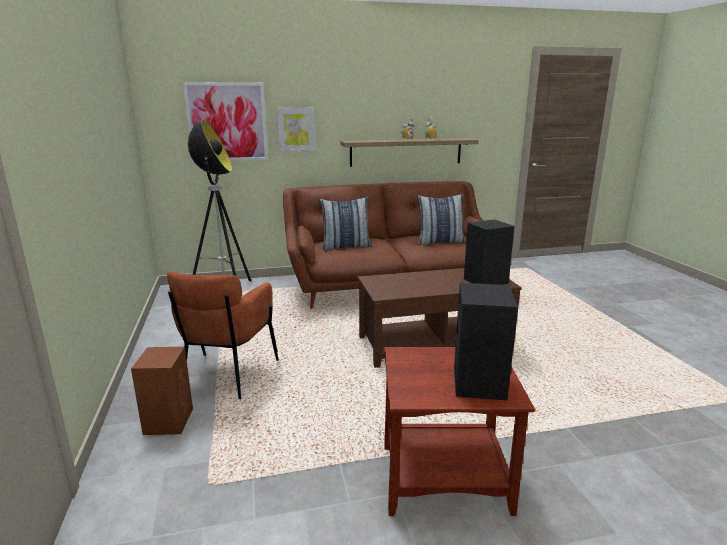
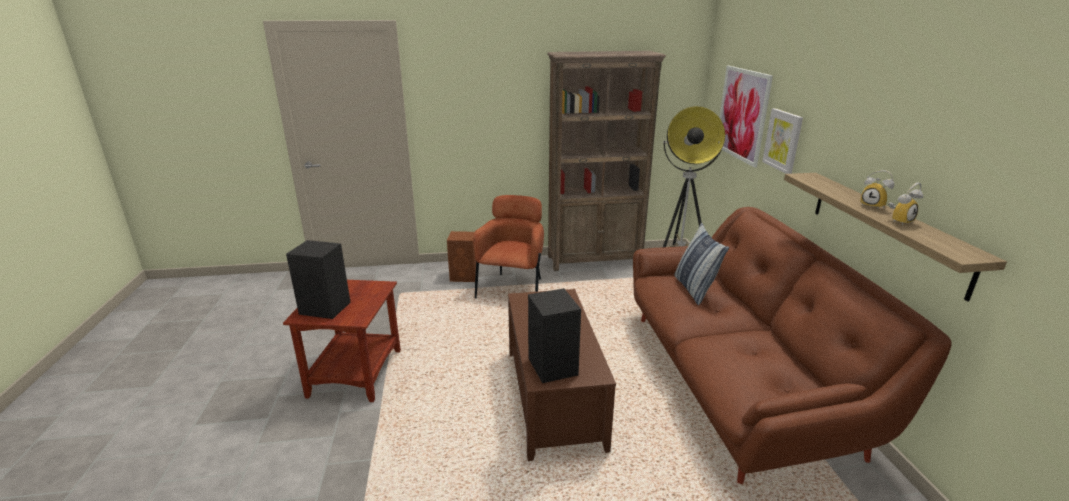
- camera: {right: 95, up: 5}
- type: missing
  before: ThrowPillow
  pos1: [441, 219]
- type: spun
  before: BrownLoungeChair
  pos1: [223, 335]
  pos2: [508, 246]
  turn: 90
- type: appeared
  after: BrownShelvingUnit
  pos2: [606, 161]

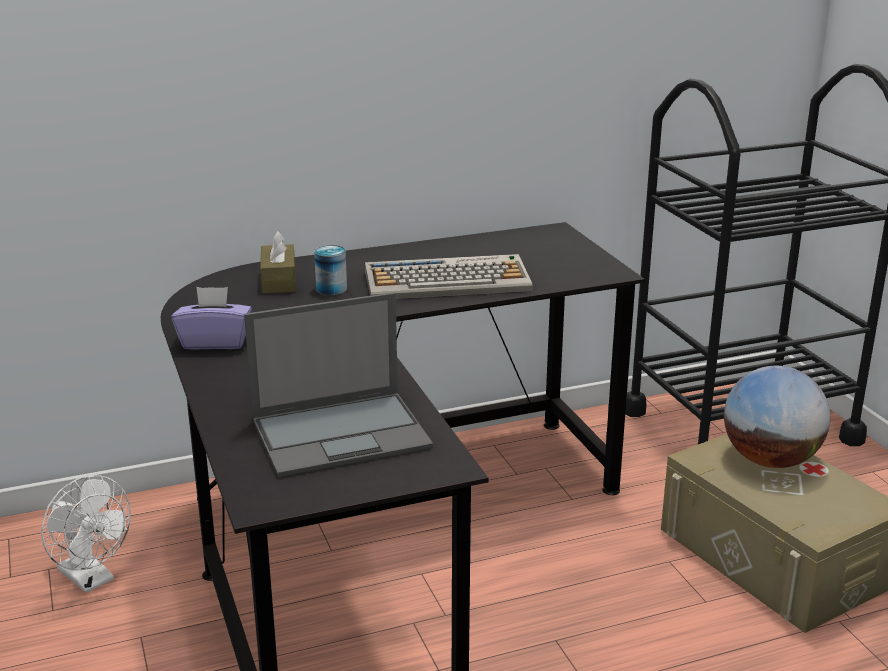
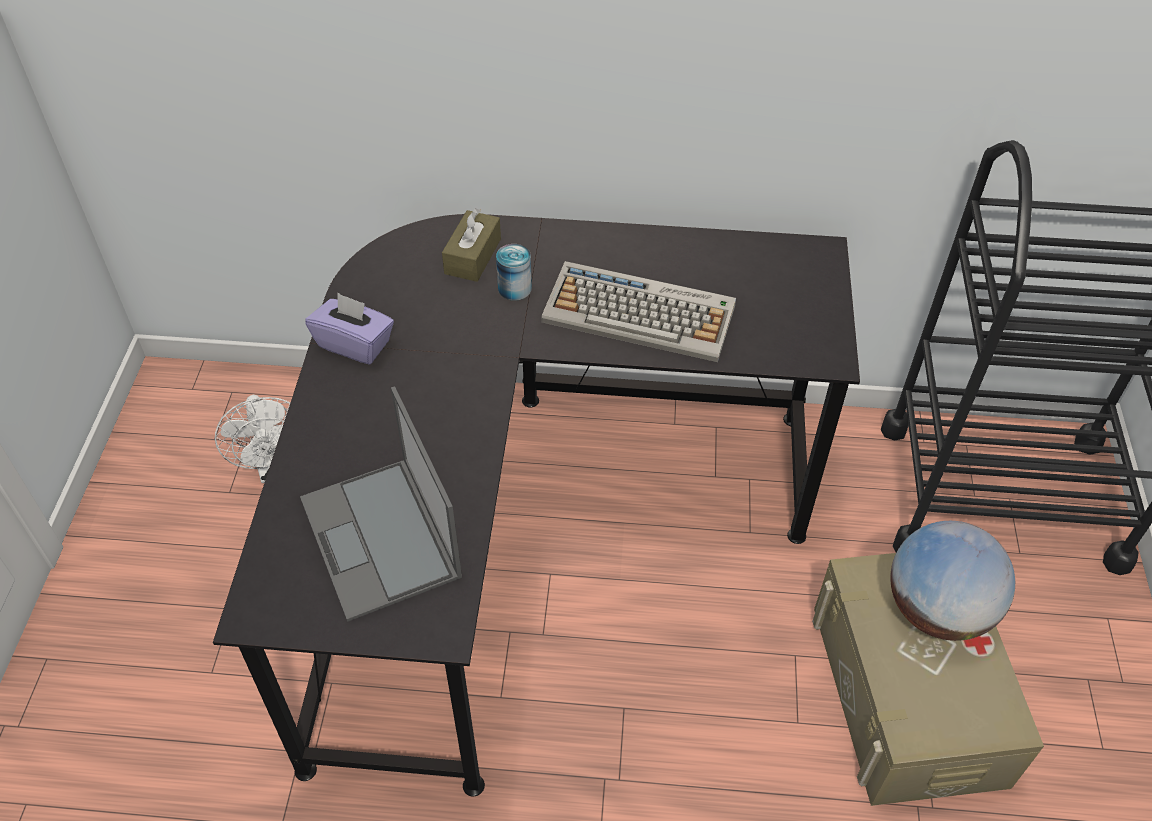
- camera: {right: 25, up: 25}
- type: spun
  before: NotebookComputer
  pos1: [338, 384]
  pos2: [381, 504]
  turn: 60

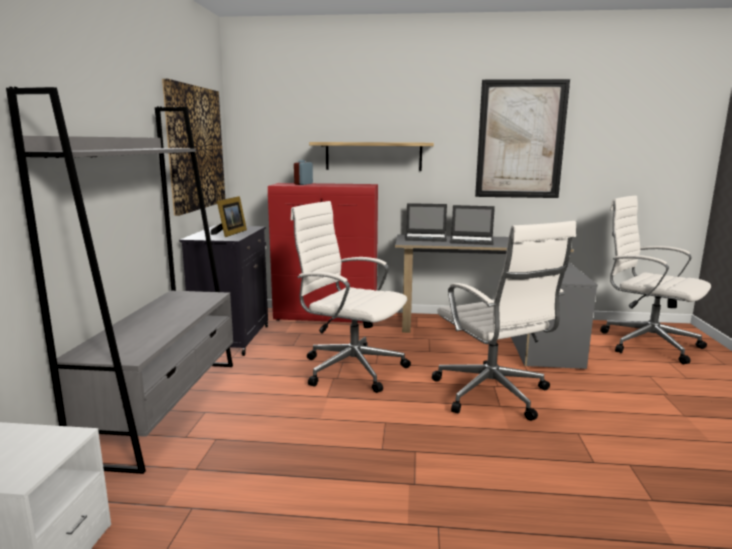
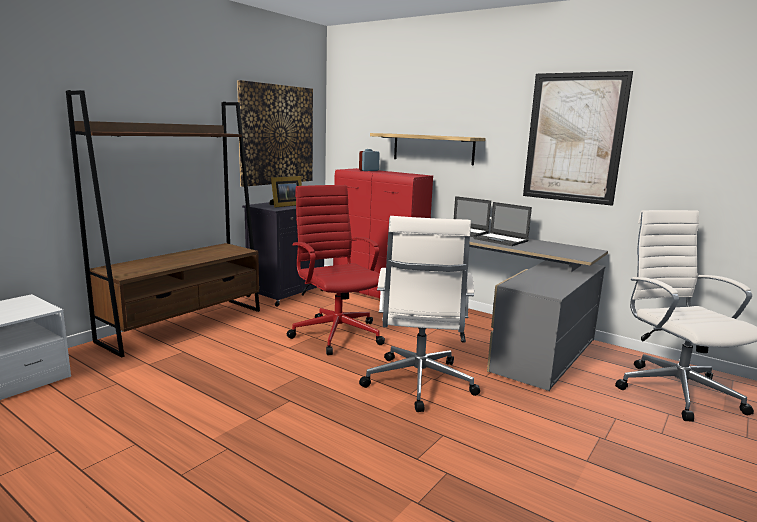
- camera: {right: 30, up: 0}
- type: colour
  before: GrayShelvingUnit
  after: BrownShelvingUnit
  pos1: [119, 280]
  pos2: [163, 224]
- type: colour
  before: WhiteDeskChair
  after: RedColouredDeskChair
  pos1: [350, 297]
  pos2: [336, 270]

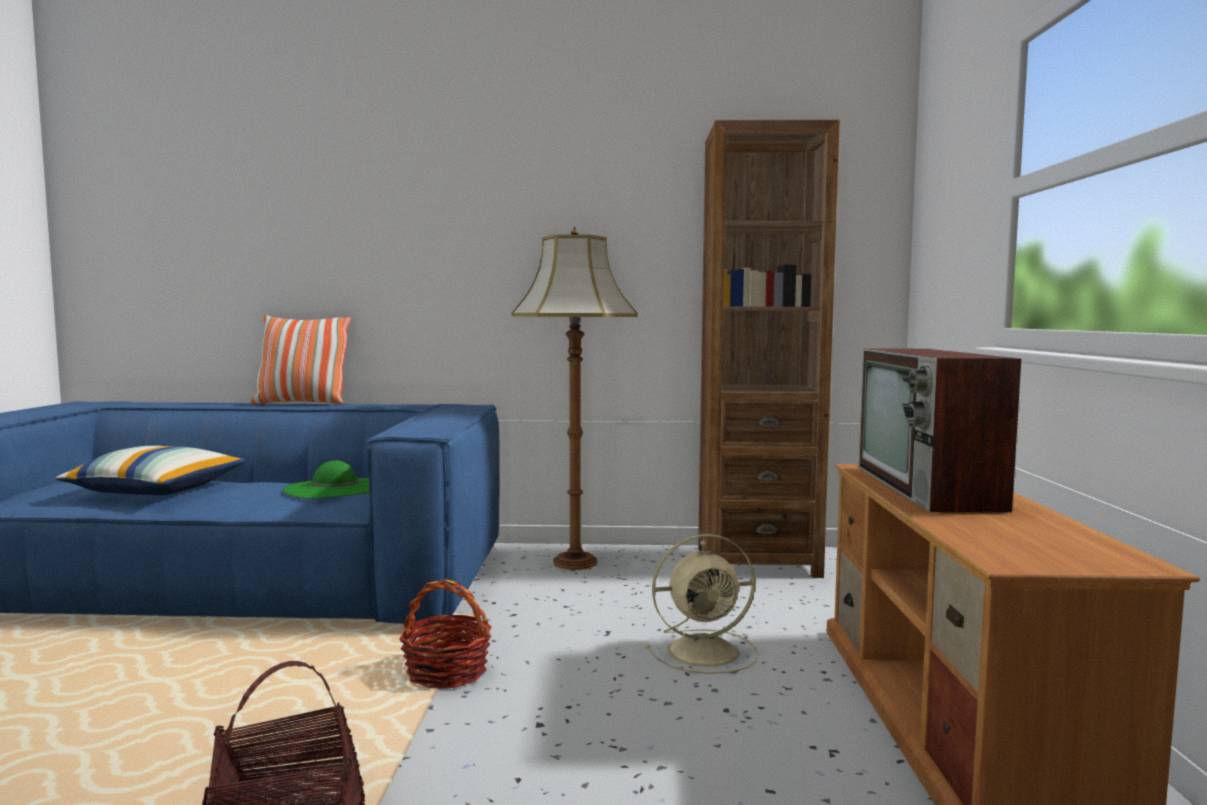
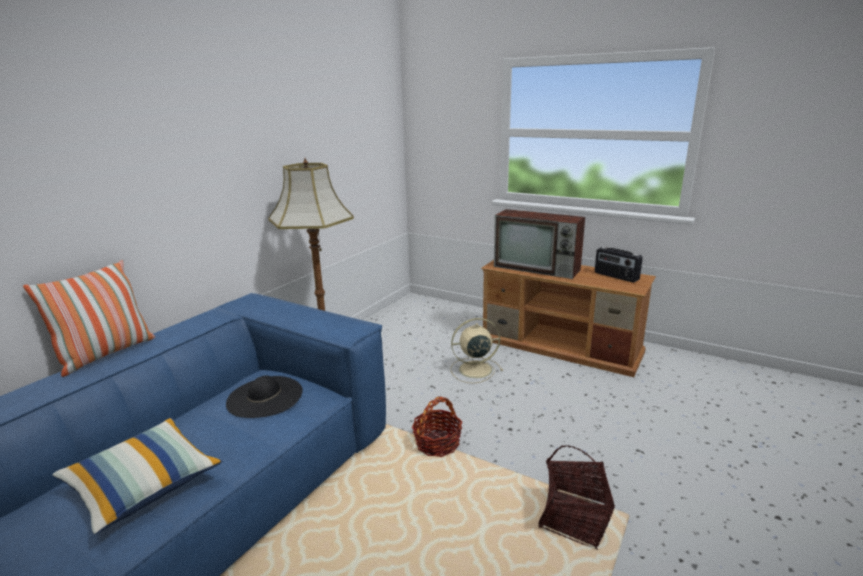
- camera: {right: -60, up: 15}
- type: missing
  before: BrownShelvingUnit
  pos1: [769, 348]
- type: colour
  before: GreenishWearableHat
  after: BlackColouredWearableHat
  pos1: [325, 479]
  pos2: [264, 397]
- type: spun
  before: SandColouredFan
  pos1: [701, 604]
  pos2: [476, 351]
  turn: -120
- type: appeared
  after: RadioReceiver
  pos2: [619, 265]

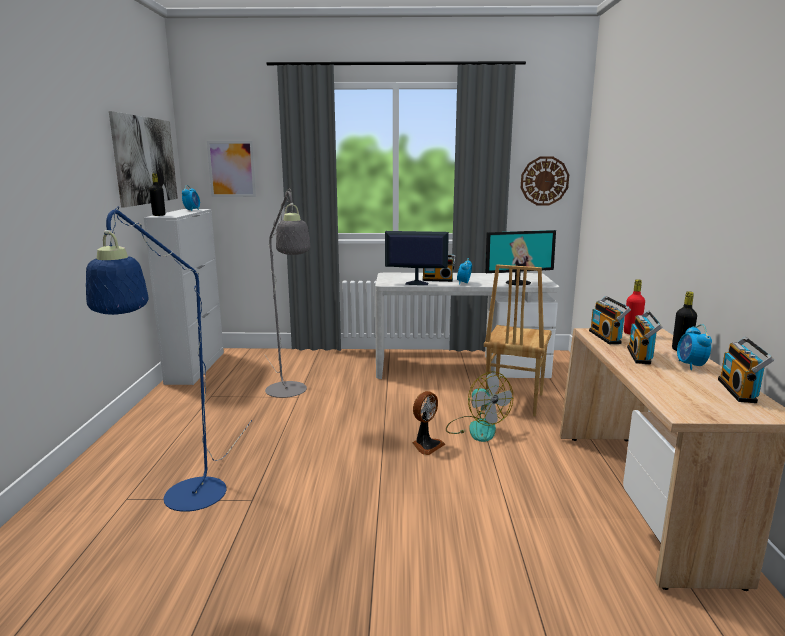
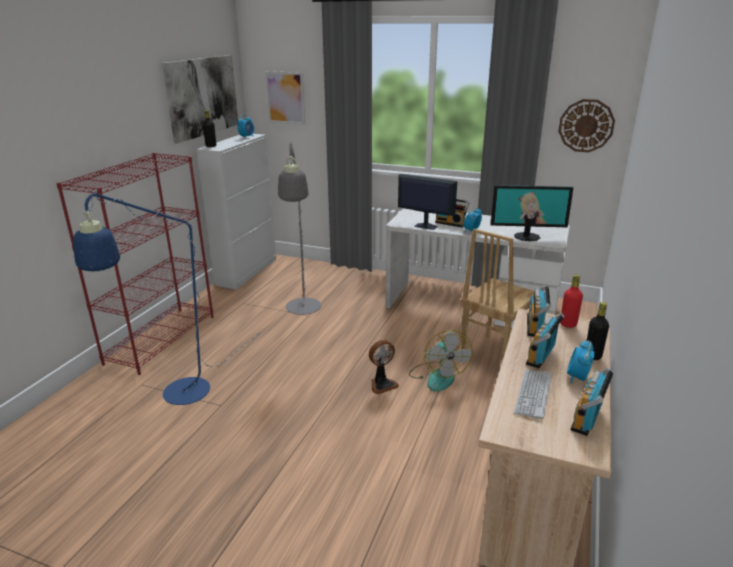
- camera: {right: 20, up: 10}
- type: appeared
  after: RedColouredShelvingUnit
  pos2: [135, 264]
- type: appeared
  after: ComputerKeyboard
  pos2: [533, 394]

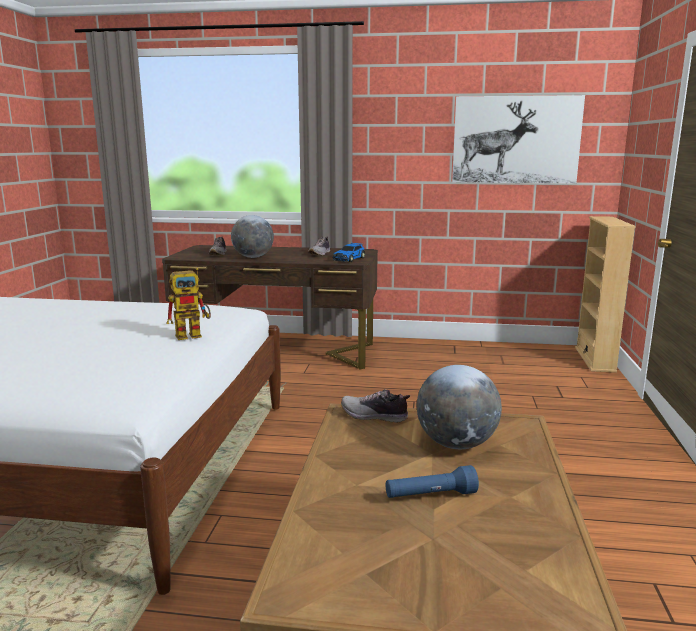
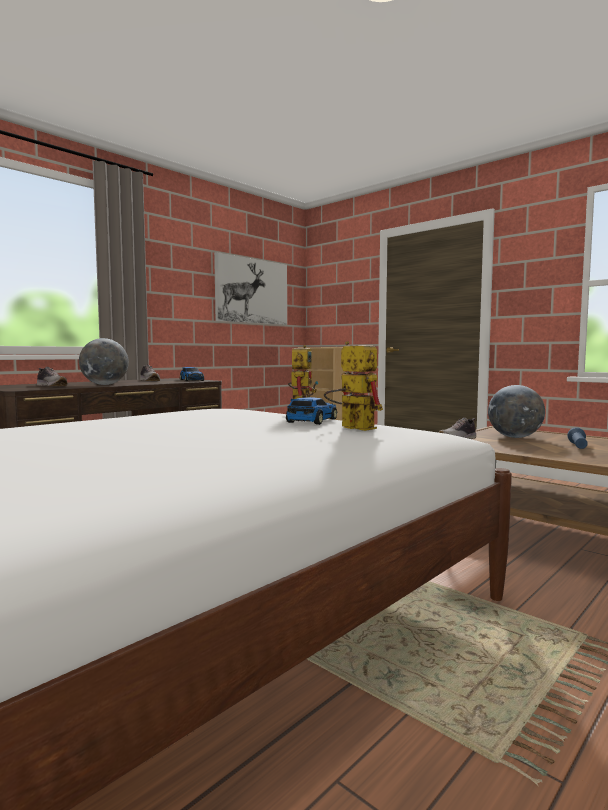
- camera: {right: -55, up: -10}
- type: appeared
  after: ToyRobot
  pos2: [353, 386]
- type: appeared
  after: MiniatureCar
  pos2: [312, 411]

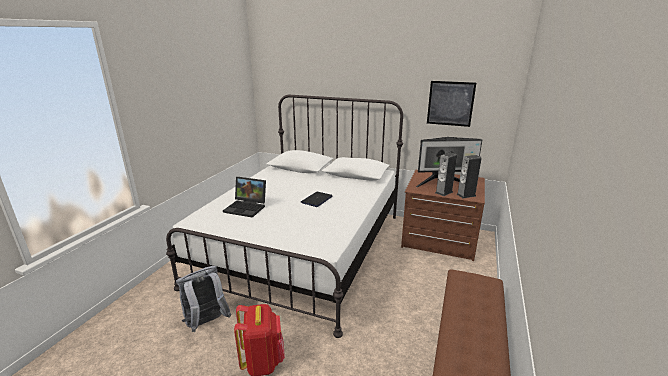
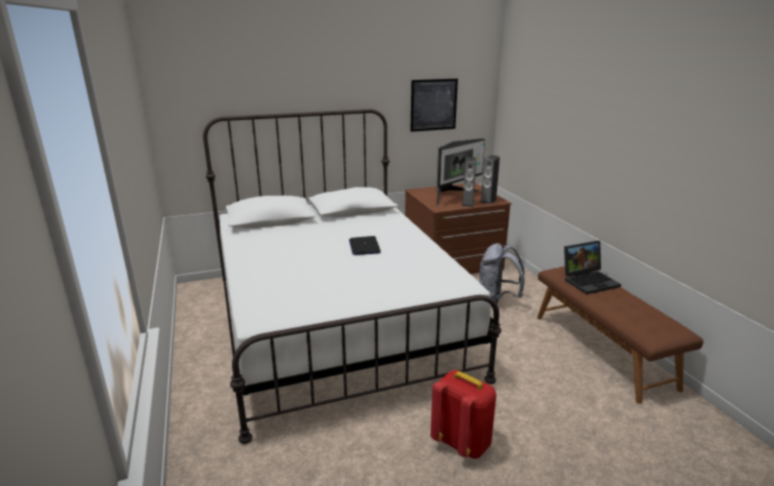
- camera: {right: -40, up: 0}
- type: relocated
  before: NotebookComputer
  pos1: [244, 197]
  pos2: [592, 267]
- type: relocated
  before: GrayKnapsack
  pos1: [204, 299]
  pos2: [502, 275]

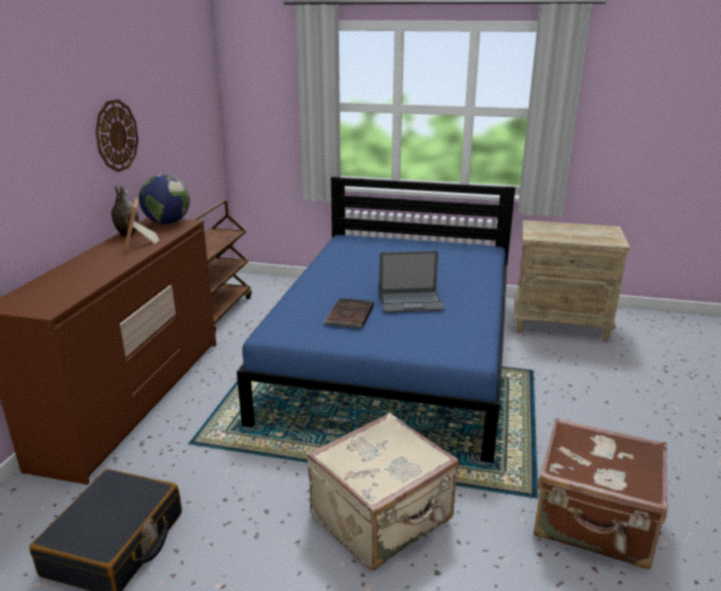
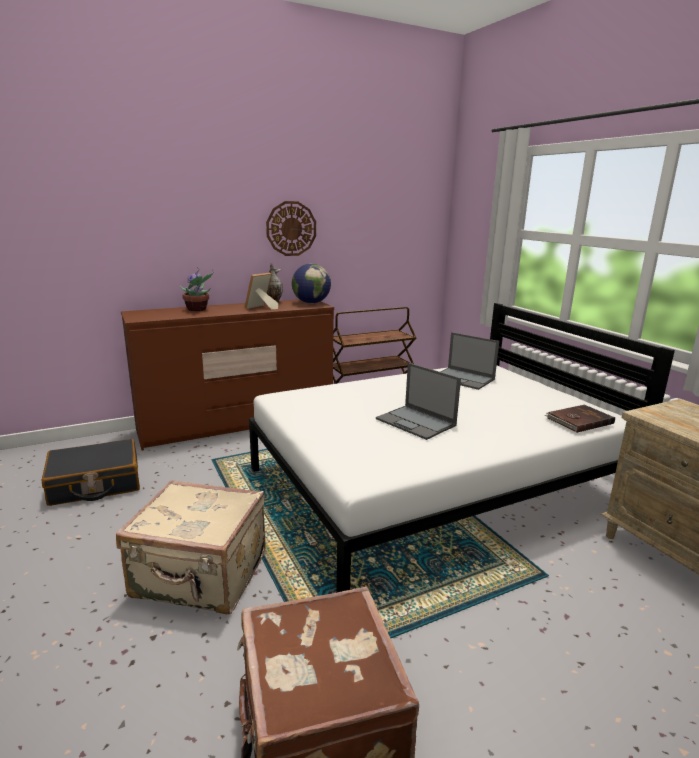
- camera: {right: 50, up: -5}
- type: colour
  before: BlueColouredSleepingBed
  after: WhiteSleepingBed
  pos1: [376, 319]
  pos2: [462, 448]
- type: relocated
  before: BrownBook
  pos1: [348, 313]
  pos2: [580, 419]
- type: appeared
  after: PlantInAPot
  pos2: [197, 289]
- type: appeared
  after: NotebookComputer
  pos2: [470, 361]

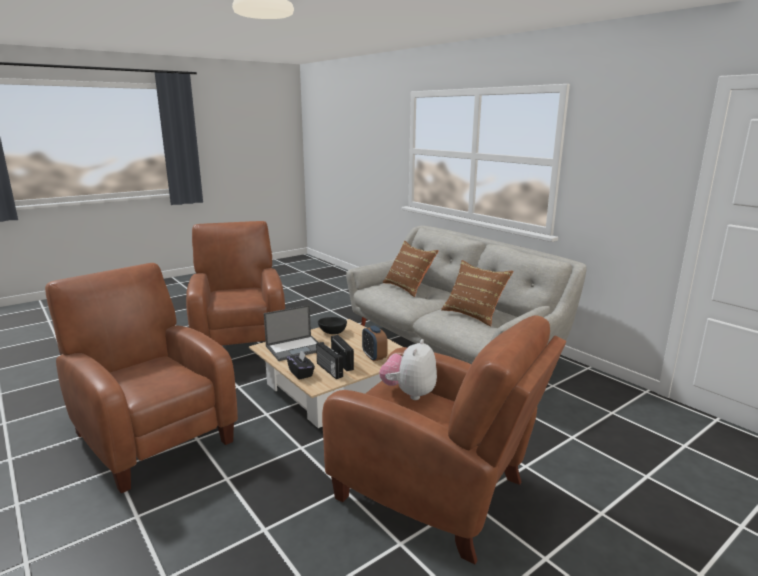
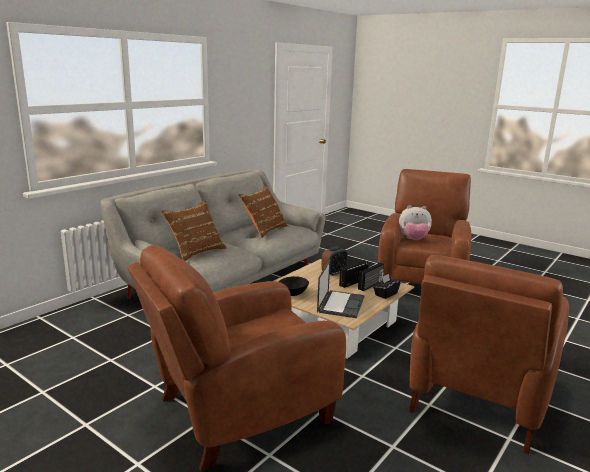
- camera: {right: -105, up: 0}
- type: spun
  before: NotebookComputer
  pos1: [291, 333]
  pos2: [340, 289]
  turn: 60

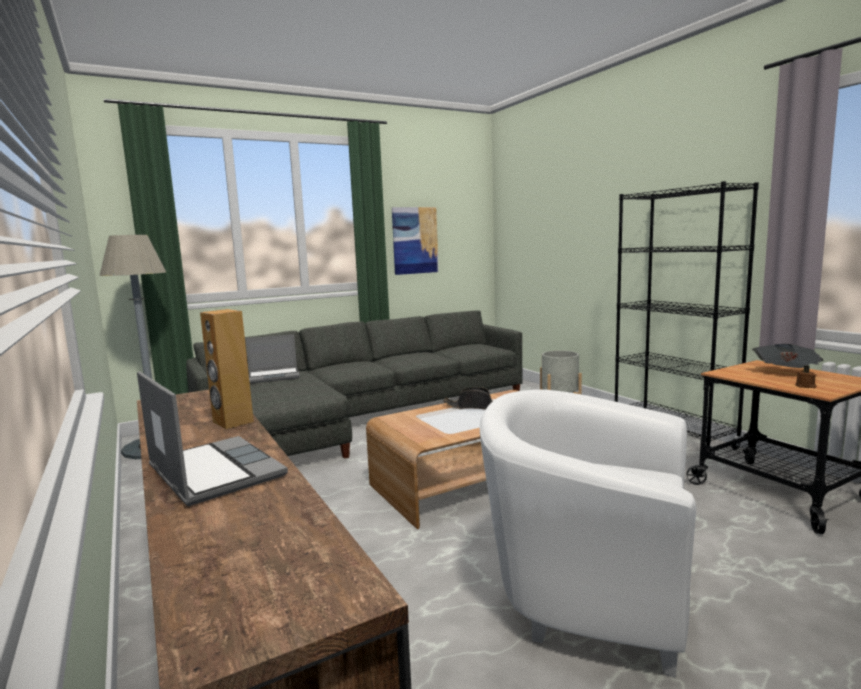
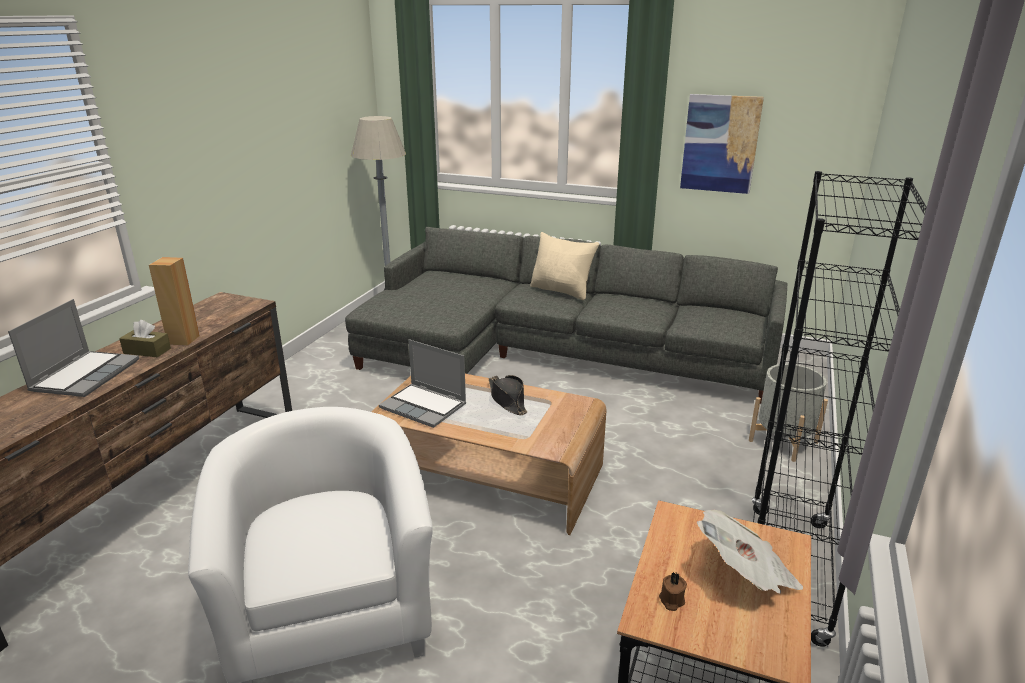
- camera: {right: 50, up: 15}
- type: relocated
  before: NotebookComputer
  pos1: [272, 358]
  pos2: [422, 383]
- type: appeared
  after: SandColouredThrowPillow
  pos2: [565, 266]
- type: appeared
  after: BrownTissueBox
  pos2: [145, 338]

